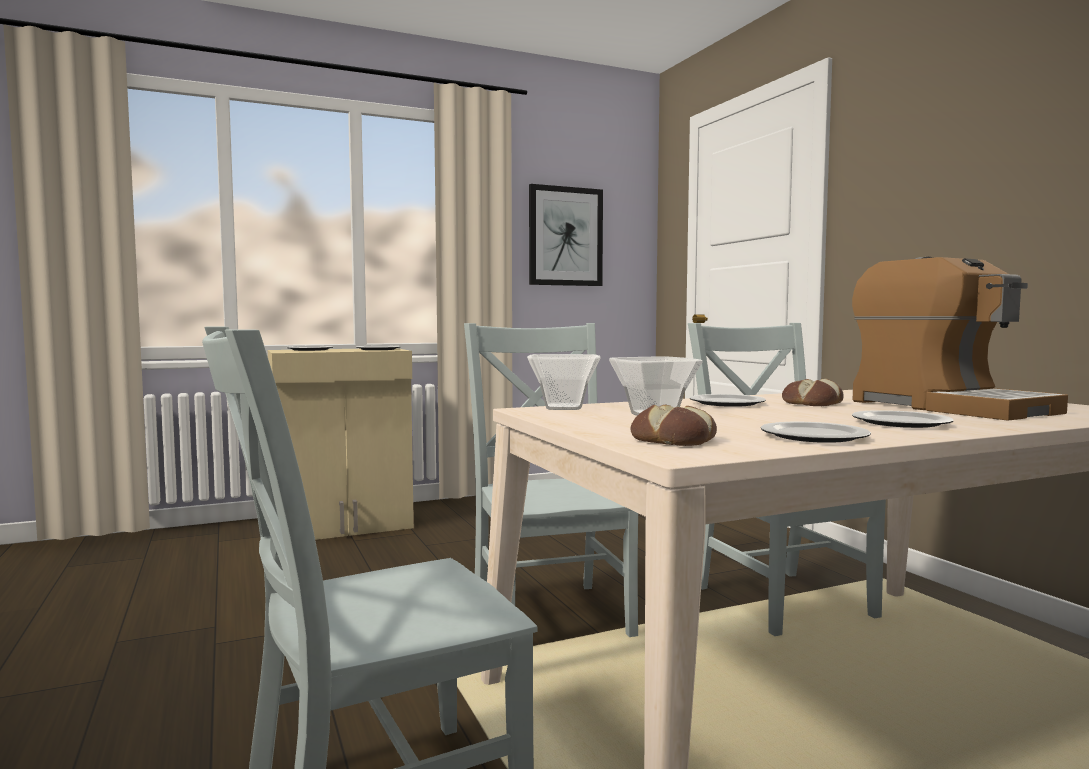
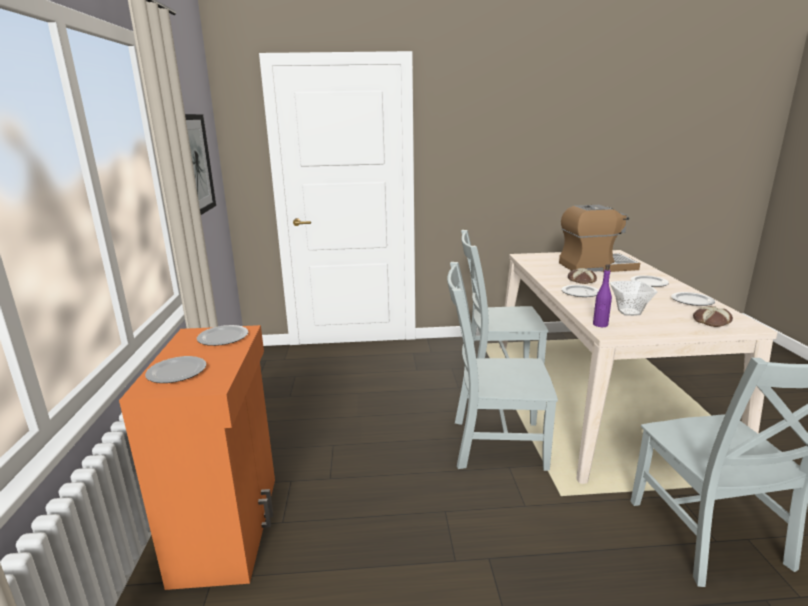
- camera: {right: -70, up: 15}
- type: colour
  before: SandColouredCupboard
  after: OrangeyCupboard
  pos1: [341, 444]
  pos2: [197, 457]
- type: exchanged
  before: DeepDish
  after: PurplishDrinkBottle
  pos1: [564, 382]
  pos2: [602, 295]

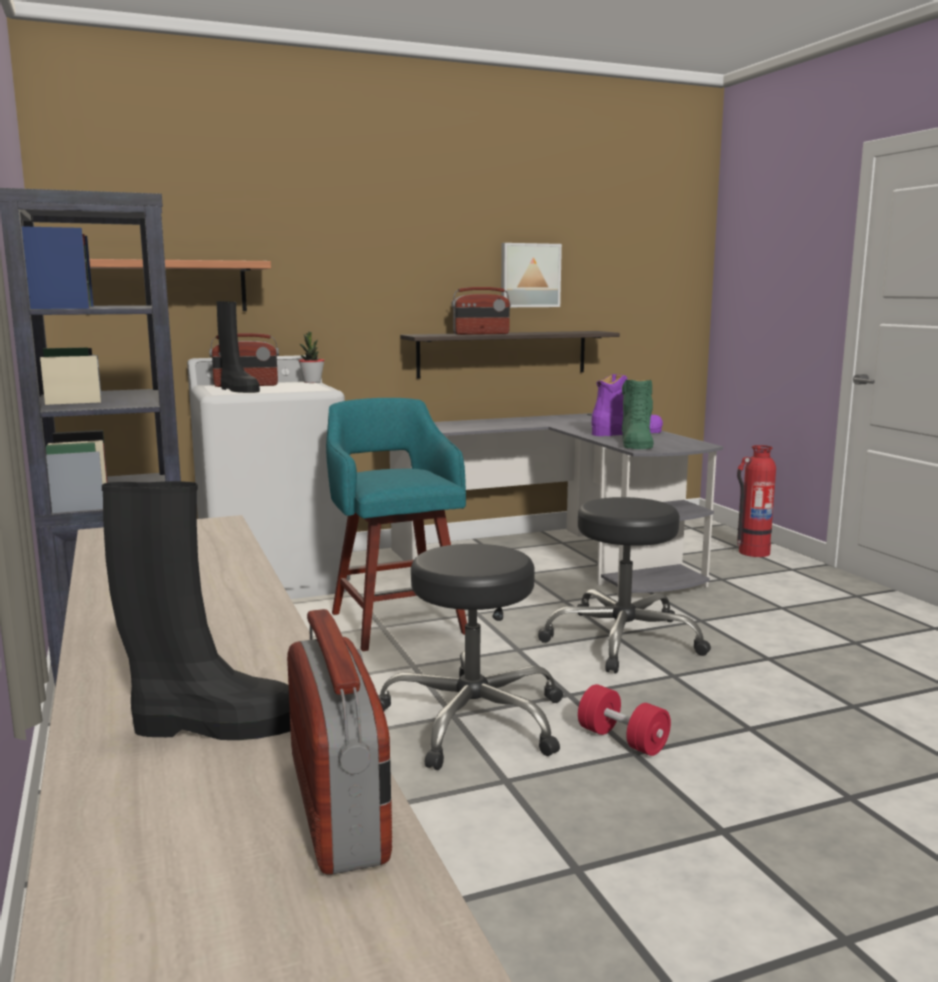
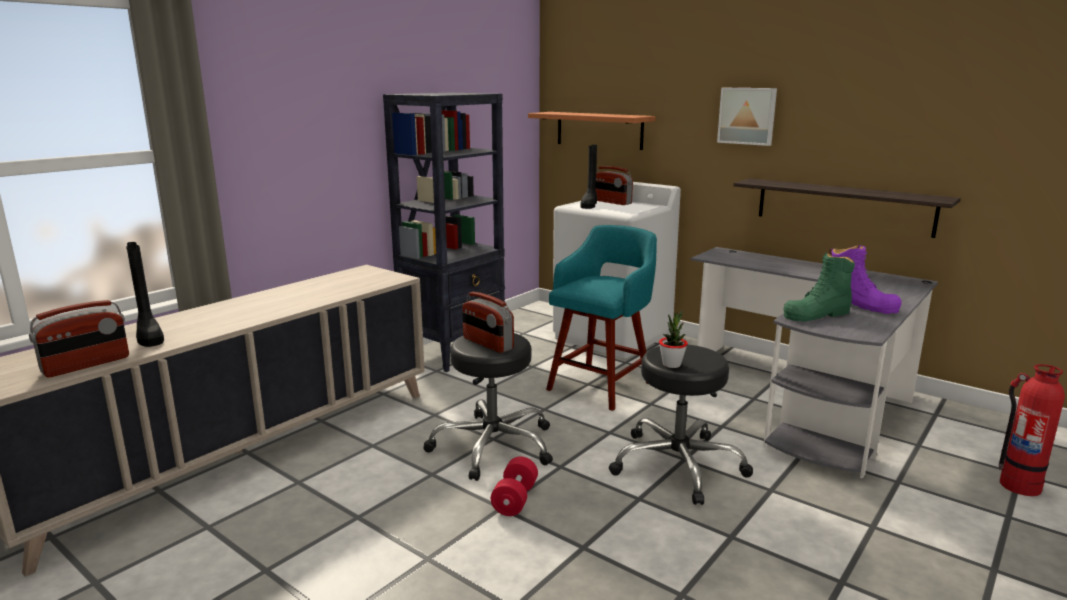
- camera: {right: 60, up: 5}
- type: relocated
  before: Picture
  pos1: [531, 275]
  pos2: [747, 117]
- type: relocated
  before: RadioReceiver
  pos1: [481, 311]
  pos2: [488, 322]
- type: relocated
  before: PlantInAPot
  pos1: [311, 357]
  pos2: [673, 339]

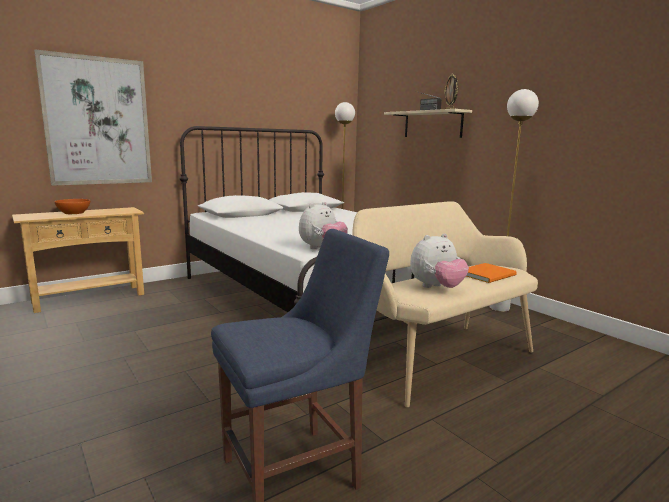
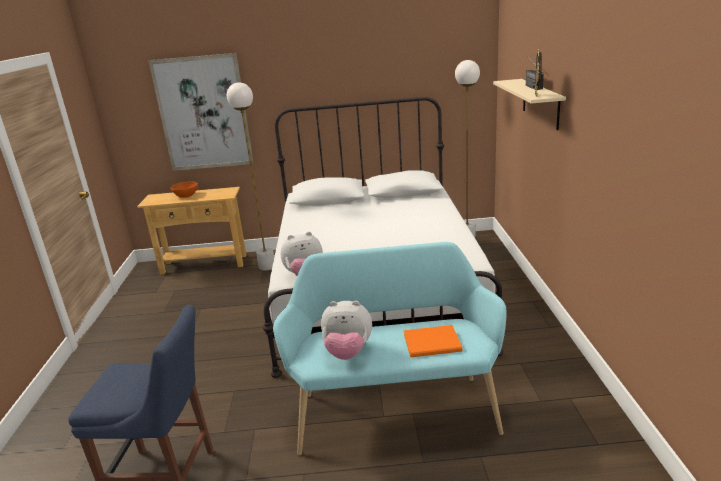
- camera: {right: 35, up: 10}
- type: relocated
  before: WhiteStandardLamp
  pos1: [514, 200]
  pos2: [250, 176]
- type: colour
  before: SandColouredIndoorBench
  after: TurquoiseIndoorBench
  pos1: [445, 304]
  pos2: [390, 348]

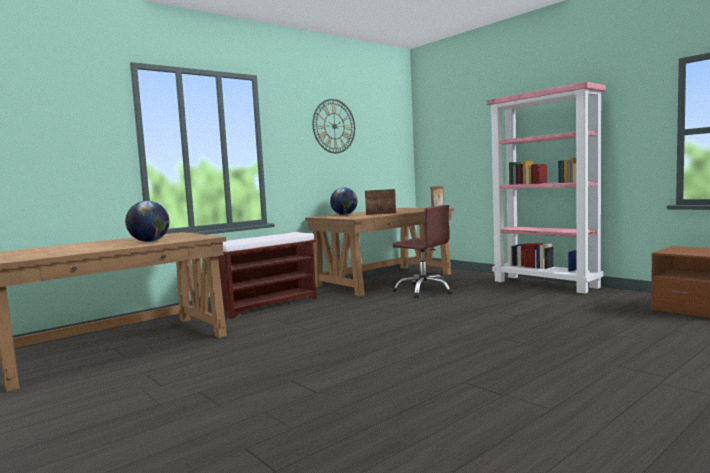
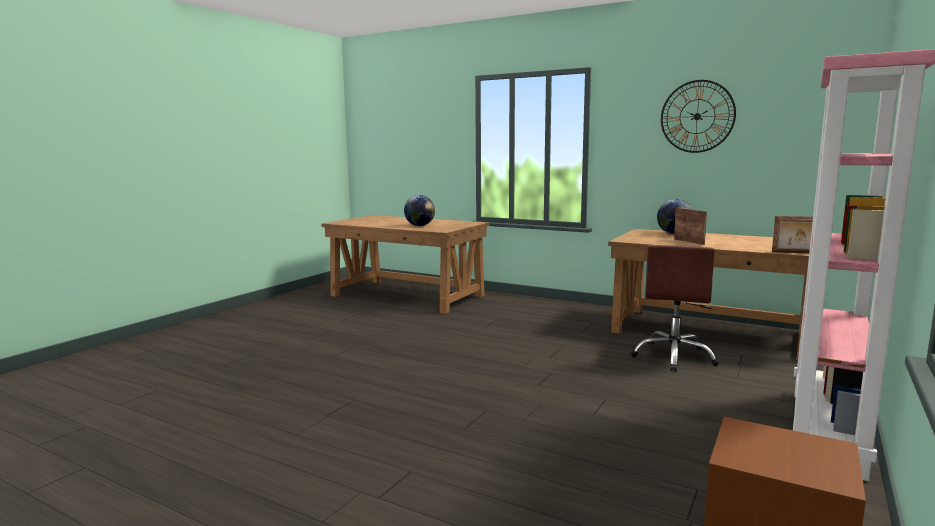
- camera: {right: 70, up: 5}
- type: missing
  before: BrownIndoorBench
  pos1: [268, 275]

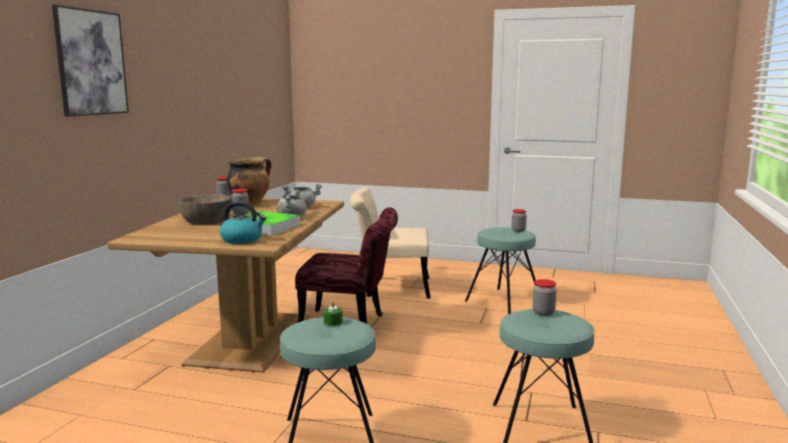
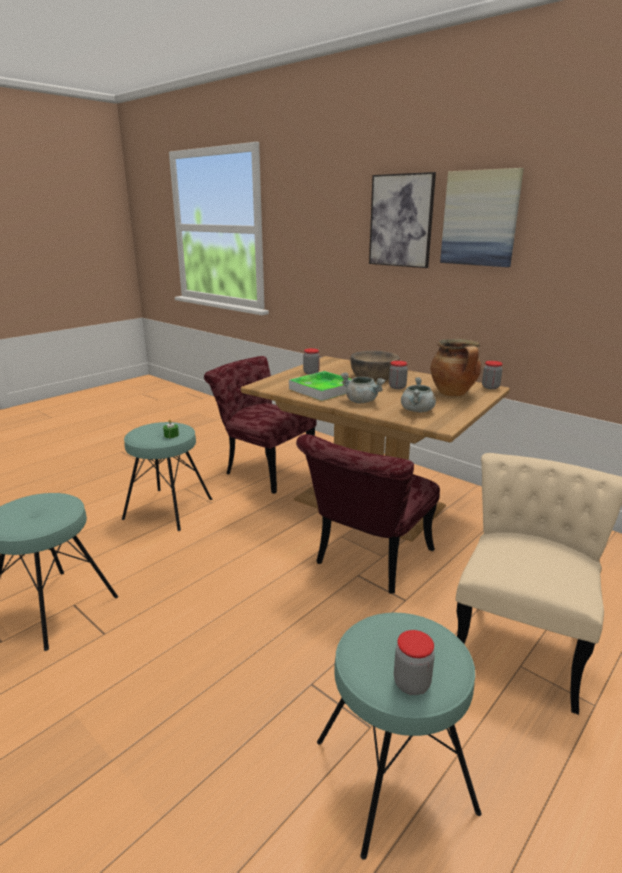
- camera: {right: 115, up: 10}
- type: missing
  before: Kettle
  pos1: [243, 222]
- type: relocated
  before: StorageJar
  pos1: [545, 297]
  pos2: [311, 361]
- type: appeared
  after: Picture
  pos2: [482, 217]
- type: appeared
  after: RedColouredPlainChair
  pos2: [260, 425]

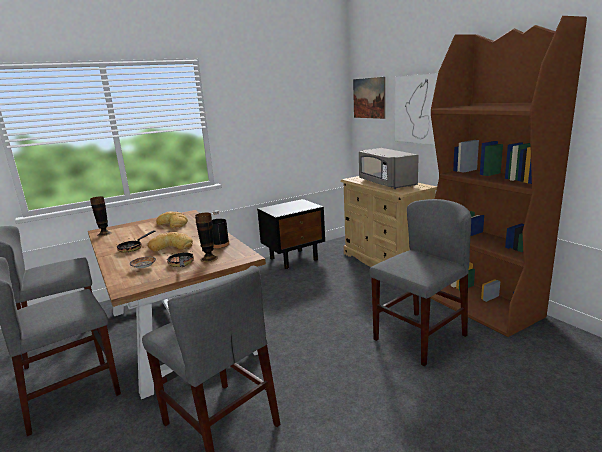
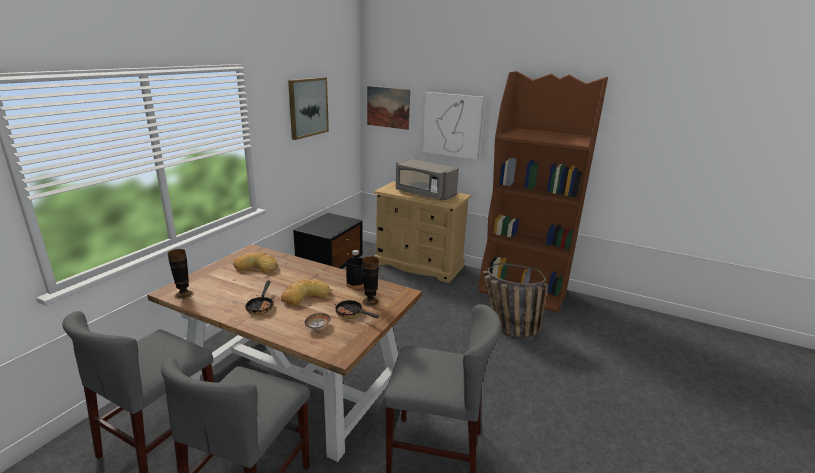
- camera: {right: -35, up: 5}
- type: exchanged
  before: GrayPlainChair
  after: StorageBasket
  pos1: [420, 282]
  pos2: [515, 300]
- type: appeared
  after: Picture
  pos2: [308, 108]

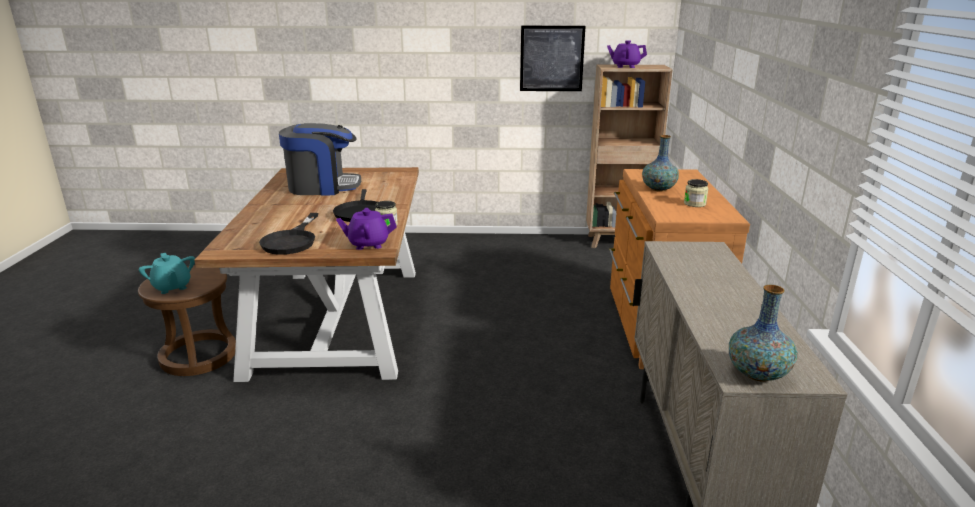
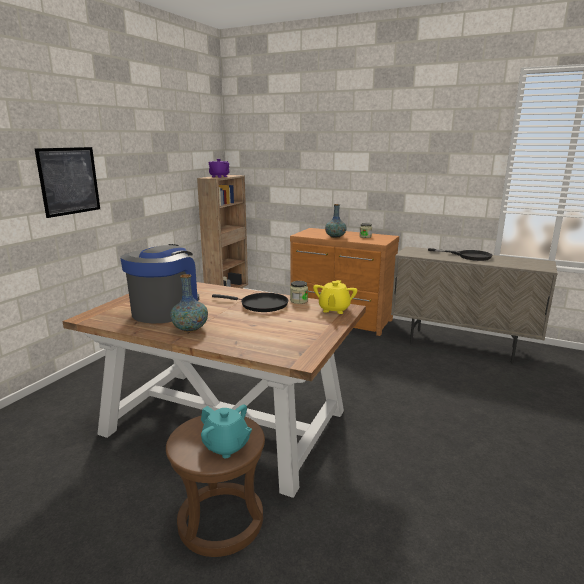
- camera: {right: -65, up: -5}
- type: relocated
  before: Picture
  pos1: [552, 58]
  pos2: [67, 182]
- type: colour
  before: PurplishTeapot
  after: YellowTeapot
  pos1: [366, 229]
  pos2: [335, 297]
- type: relocated
  before: BlackColouredFryingPan
  pos1: [288, 234]
  pos2: [460, 254]
- type: spun
  before: TurquoiseTeapot
  pos1: [167, 273]
  pos2: [226, 431]
  turn: 45
- type: relocated
  before: DecorativeVase
  pos1: [763, 333]
  pos2: [189, 303]

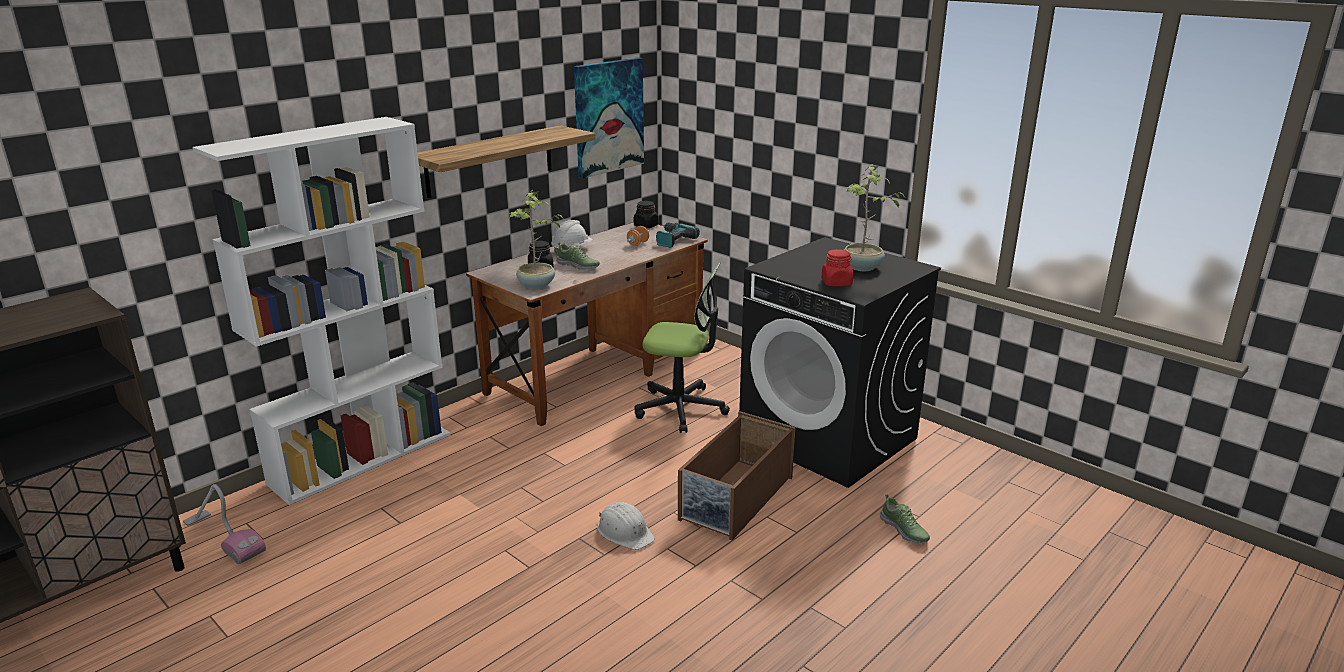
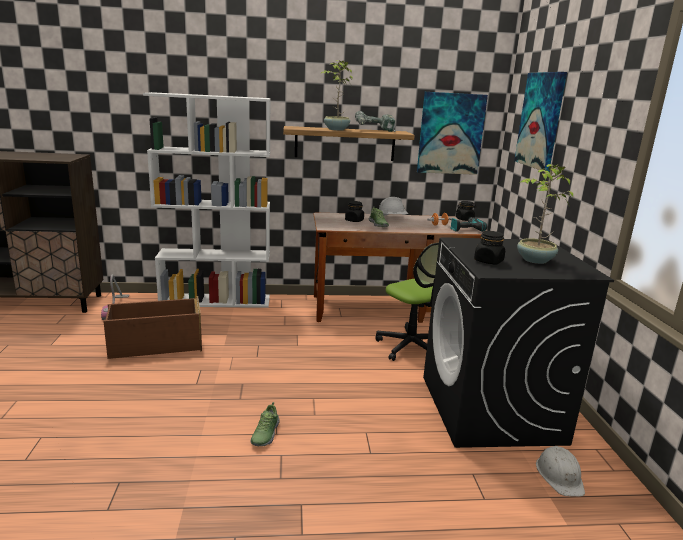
- camera: {right: 40, up: -5}
- type: relocated
  before: PlantInAPot
  pos1: [536, 239]
  pos2: [336, 95]
- type: colour
  before: RedColouredStorageJar
  after: BlackColouredStorageJar
  pos1: [837, 268]
  pos2: [489, 247]
- type: relocated
  before: BrownStorageContainer
  pos1: [737, 475]
  pos2: [152, 327]
- type: relocated
  before: ItemOfFootwear
  pos1: [905, 518]
  pos2: [265, 424]
- type: relocated
  before: WhiteSafetyHelmet
  pos1: [626, 526]
  pos2: [560, 471]
- type: appeared
  after: Picture
  pos2: [540, 122]
- type: appeared
  after: Drill
  pos2: [375, 121]

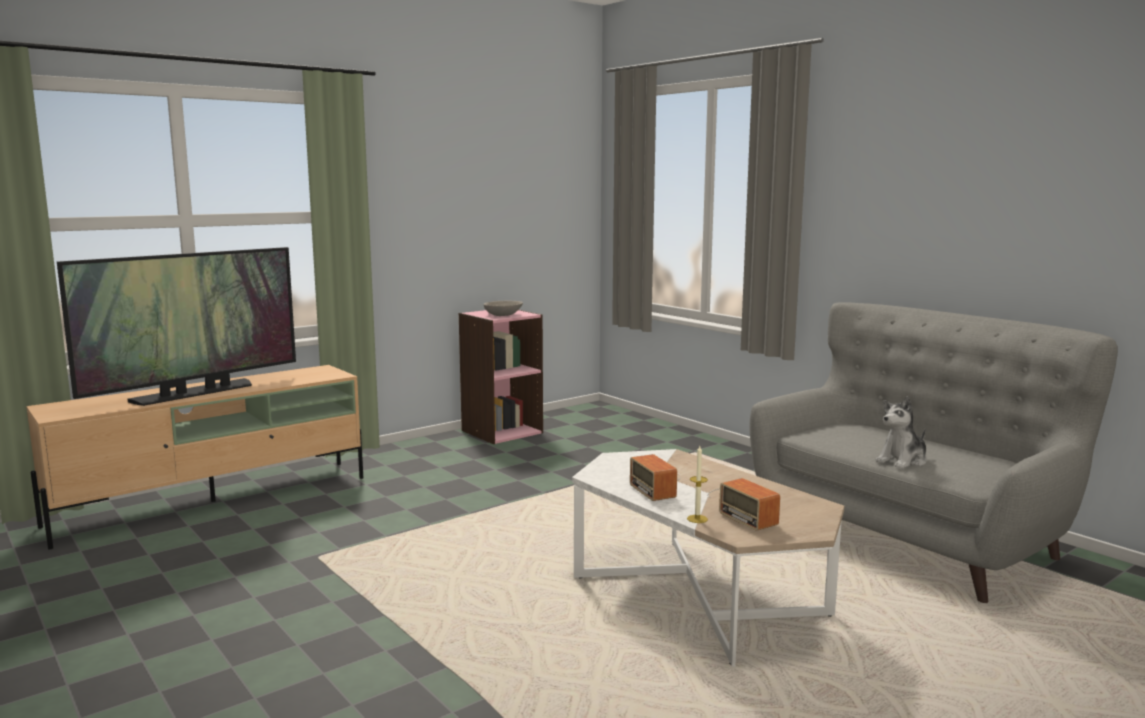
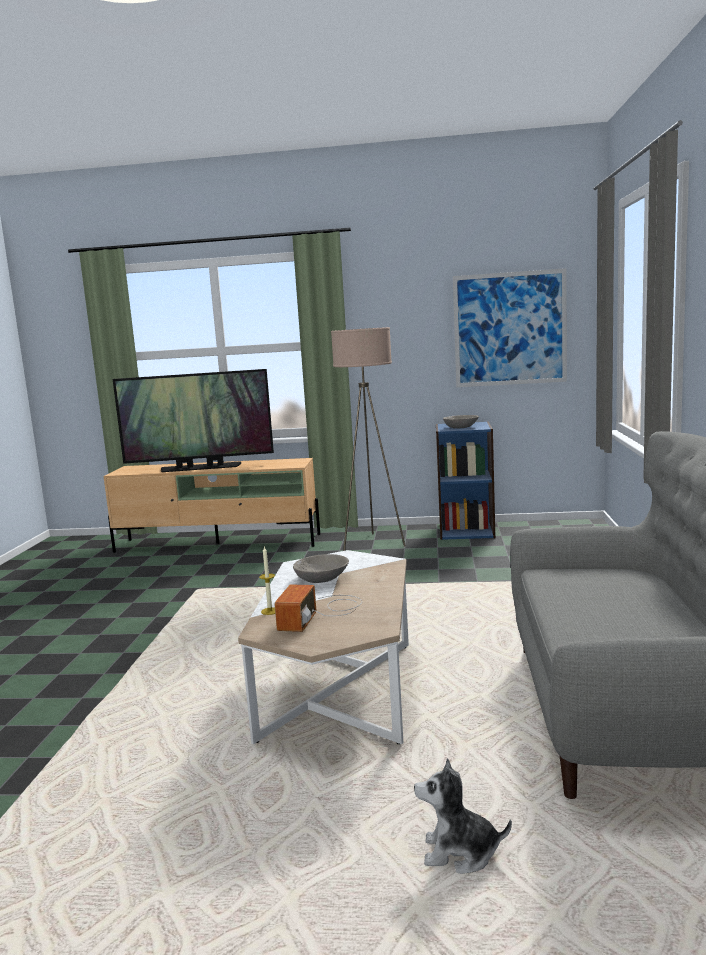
- camera: {right: 45, up: 0}
- type: colour
  before: PinkishShelvingUnit
  after: BlueColouredShelvingUnit
  pos1: [501, 377]
  pos2: [465, 480]
- type: relocated
  before: SoftToy
  pos1: [901, 432]
  pos2: [463, 816]
- type: exchanged
  before: RadioReceiver
  after: GrayDeepDish
  pos1: [655, 477]
  pos2: [321, 568]
- type: appeared
  after: Picture
  pos2: [510, 327]
- type: appeared
  after: SandColouredStandardLamp
  pos2: [368, 439]

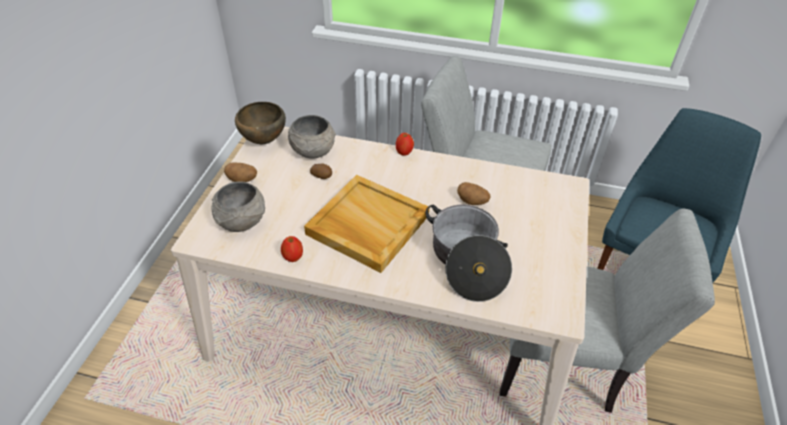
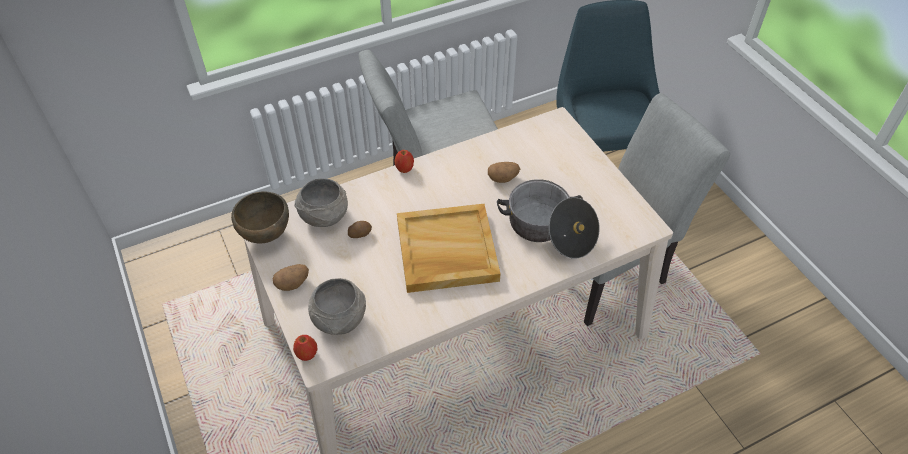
- camera: {right: -40, up: 5}
- type: relocated
  before: AppleFruit
  pos1: [292, 249]
  pos2: [305, 348]

